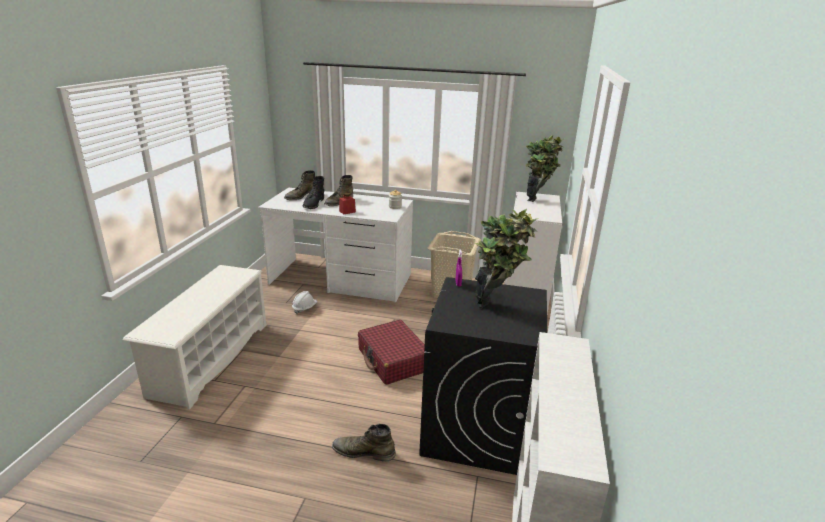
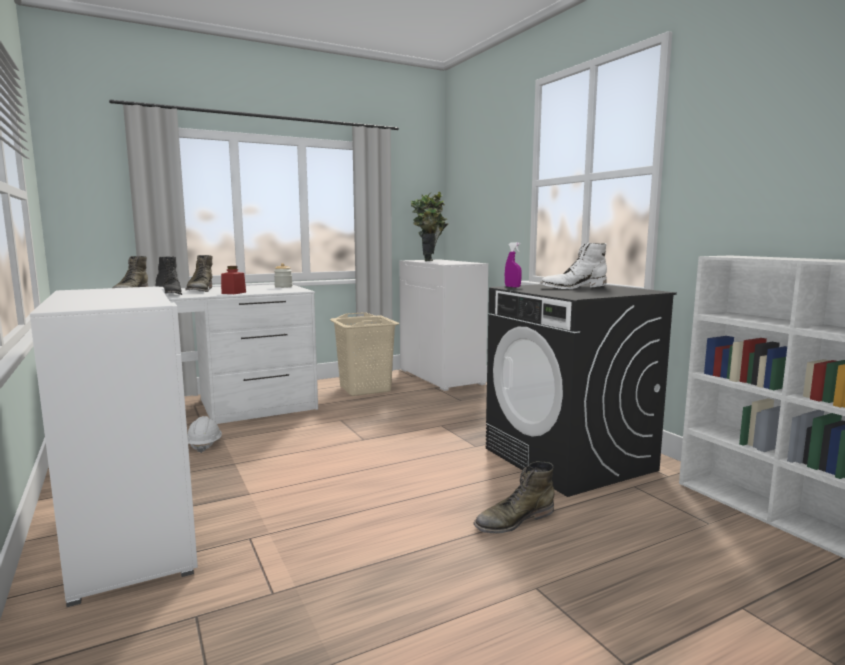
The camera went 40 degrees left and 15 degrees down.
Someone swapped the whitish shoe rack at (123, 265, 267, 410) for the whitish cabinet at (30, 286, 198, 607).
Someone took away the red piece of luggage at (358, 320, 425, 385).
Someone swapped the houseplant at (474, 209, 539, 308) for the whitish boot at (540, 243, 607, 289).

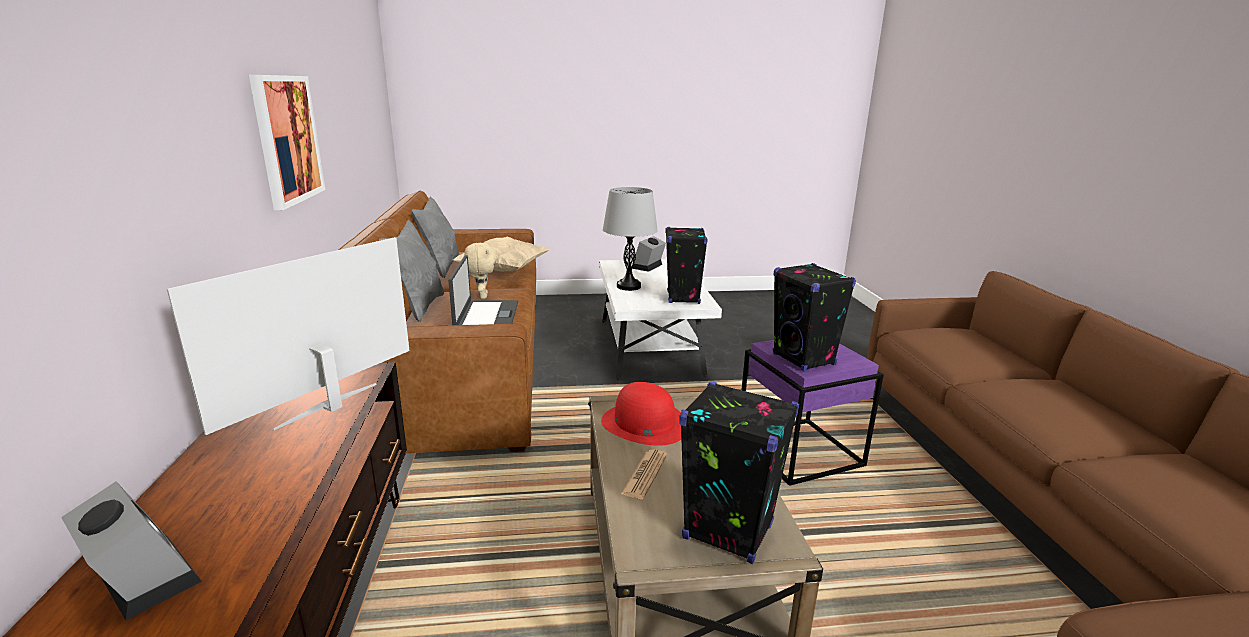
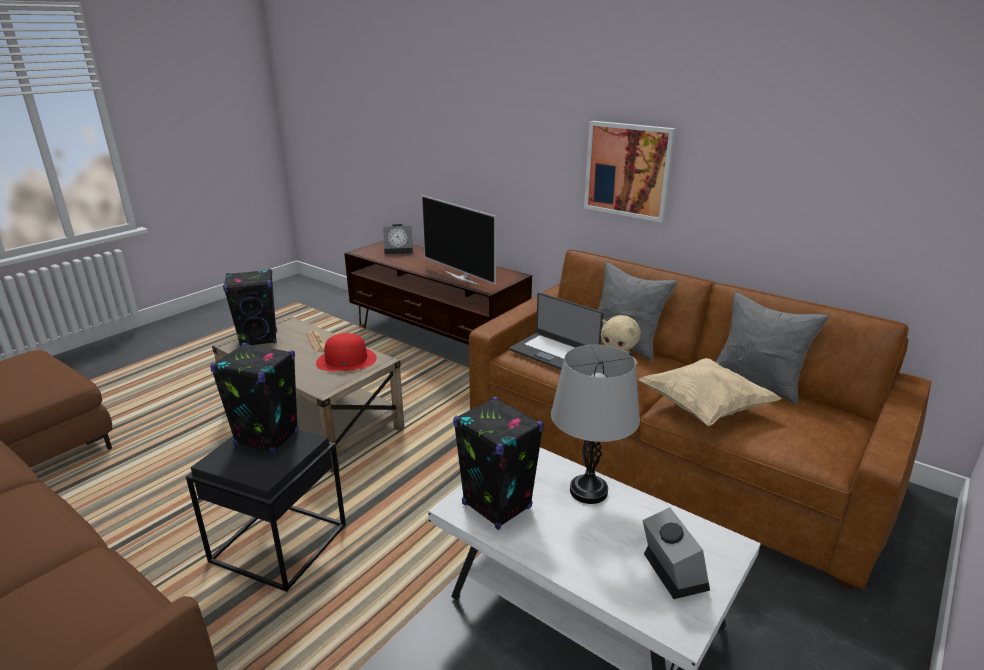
The camera went 135 degrees right and 5 degrees up.
Someone rotated the TV at (167, 237, 410, 435) by 150 degrees clockwise.
Someone repainted the purplish accent table at (742, 340, 884, 486), which became the black accent table at (186, 429, 346, 592).

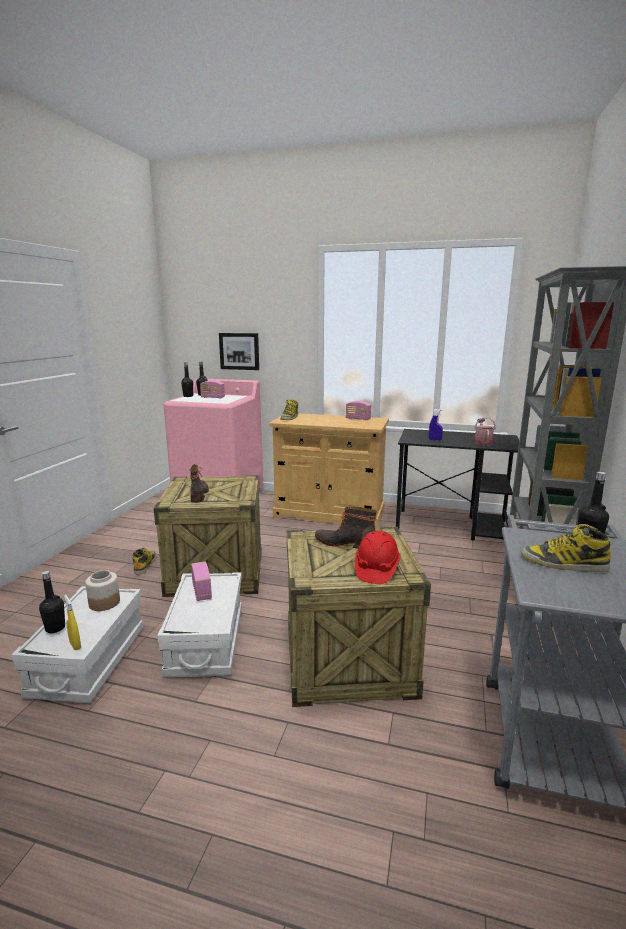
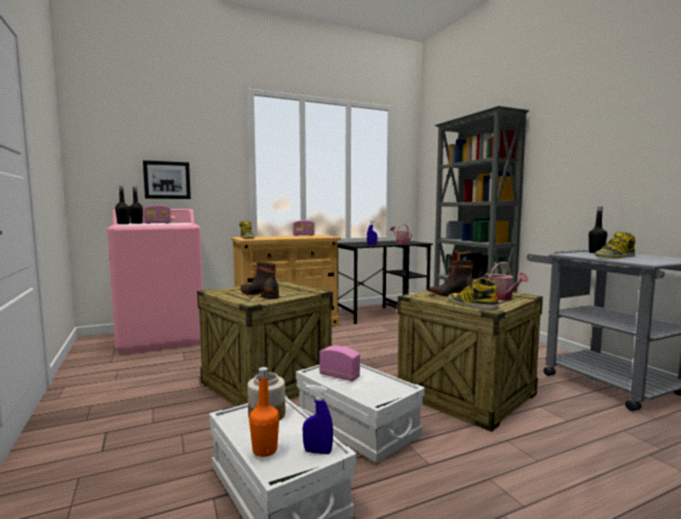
The camera went 40 degrees left and 10 degrees down.
Someone repainted the black bottle at (39, 571, 65, 633), which became the orangey bottle at (249, 367, 279, 457).
Someone repainted the yellow-coloured spray bottle at (64, 595, 81, 650), which became the blue-coloured spray bottle at (303, 385, 333, 454).
Someone carried the boot from (132, 548, 157, 575) to (448, 278, 499, 310).
Someone swapped the red work helmet at (355, 531, 401, 584) for the sprinkling can at (483, 263, 529, 300).

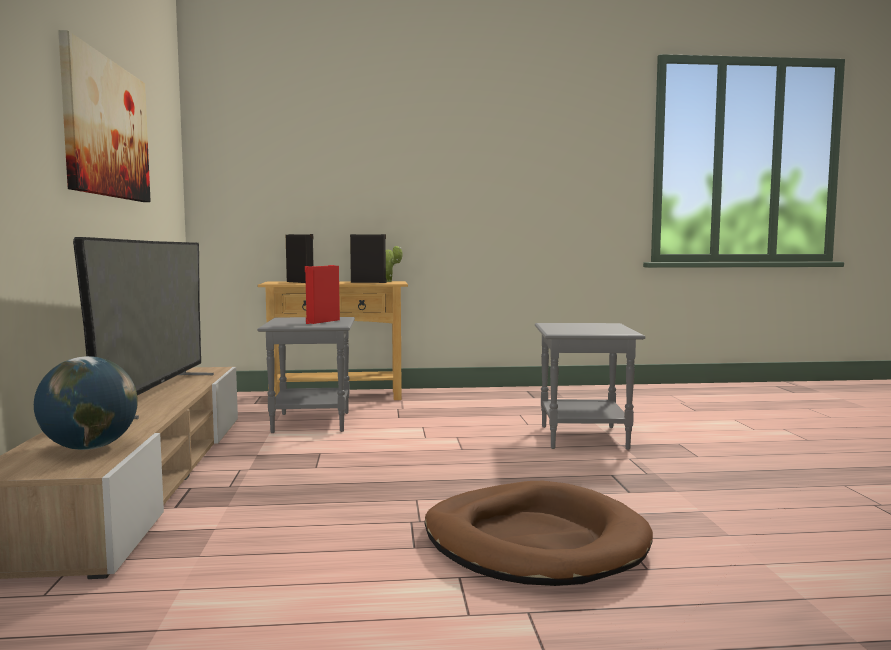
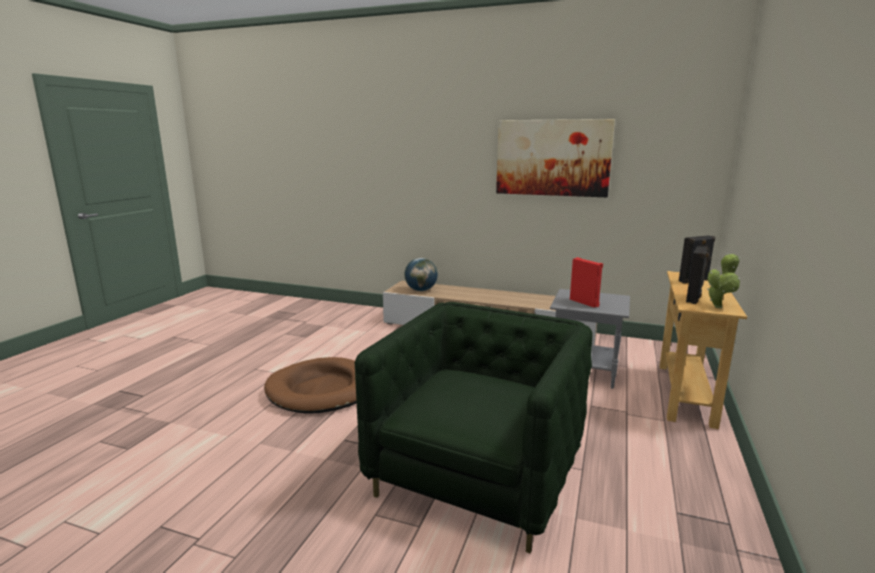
The camera went 115 degrees right and 10 degrees up.
Someone took away the TV at (73, 237, 214, 419).
Someone swapped the greyish accent table at (535, 323, 645, 450) for the greenish easy chair at (355, 302, 593, 554).

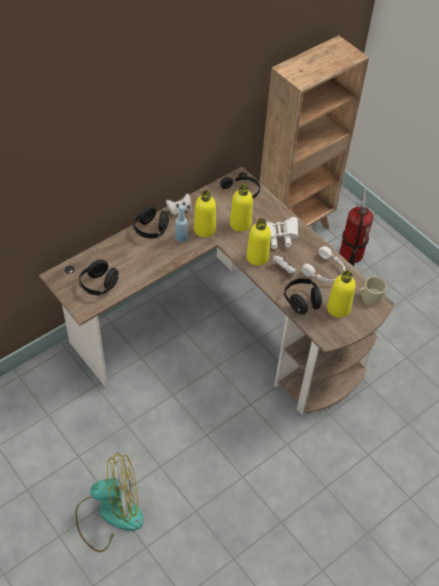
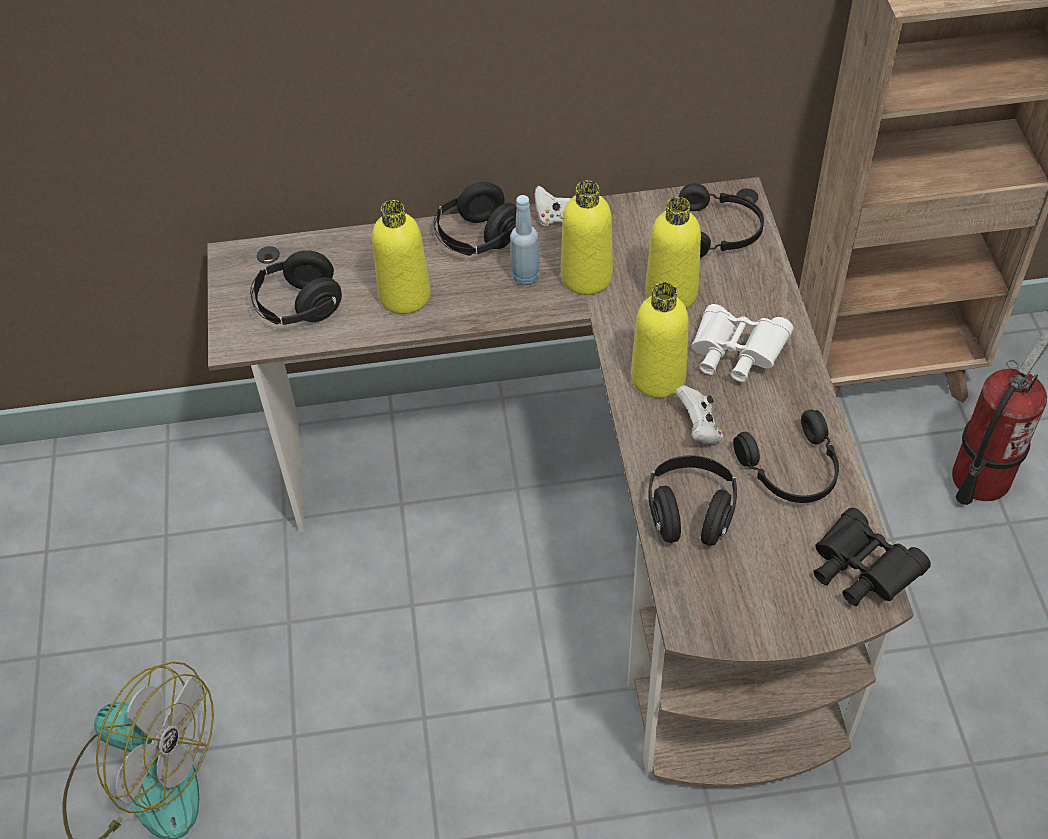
The camera went 35 degrees right and 0 degrees up.
Someone repainted the whitish pair of headphones at (302, 246, 345, 283), which became the black pair of headphones at (733, 410, 839, 503).
Someone carried the yellow-coloured bottle from (327, 270, 356, 318) to (372, 200, 431, 314).
Someone swapped the beige mug at (358, 277, 387, 305) for the black binoculars at (813, 508, 931, 606).

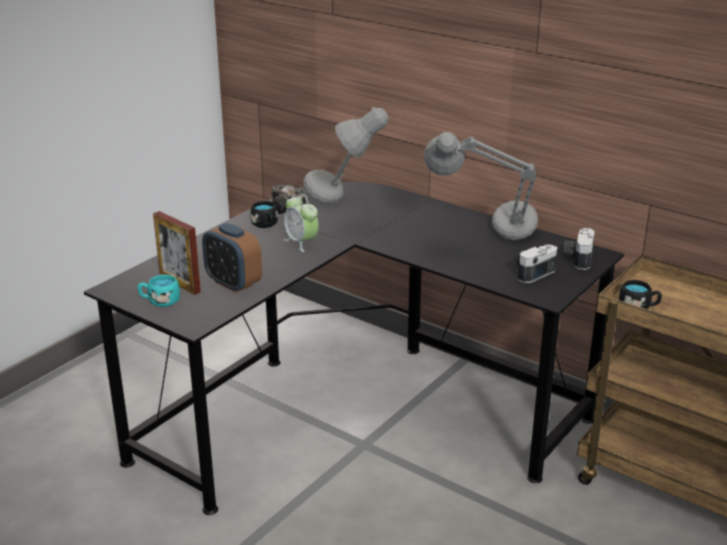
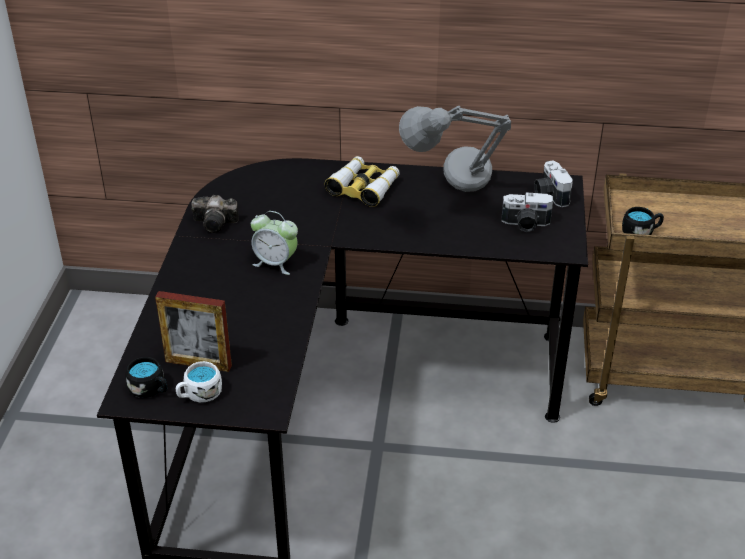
The camera went 30 degrees left and 10 degrees up.
Someone repainted the turquoise mug at (138, 275, 180, 307), which became the whitish mug at (176, 361, 222, 403).
Someone took away the table clock at (202, 223, 262, 293).
Someone carried the black mug from (250, 201, 278, 228) to (125, 357, 167, 398).
Someone took away the greyish table lamp at (303, 106, 389, 203).
Someone rotated the photo camera at (516, 245, 557, 283) by 105 degrees counterclockwise.
Someone put down the binoculars at (324, 156, 400, 207).

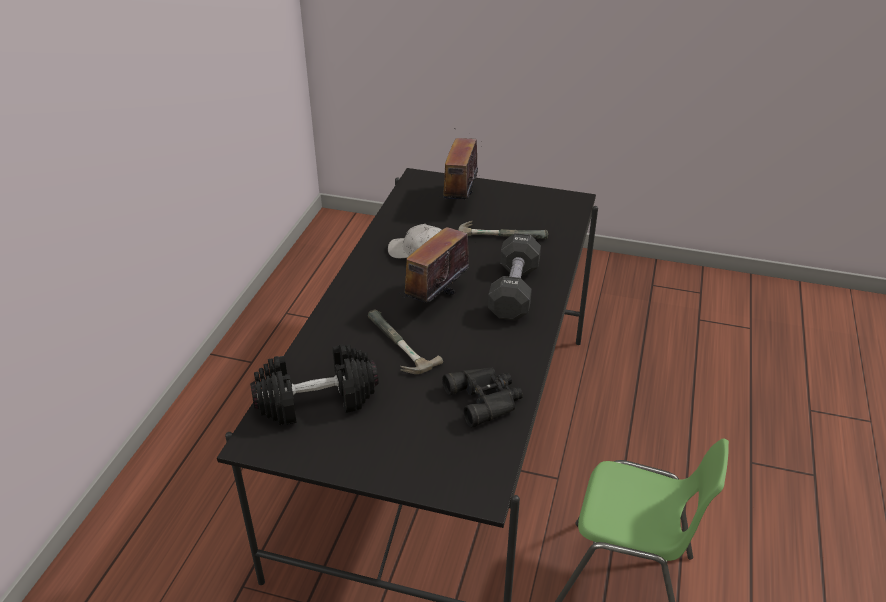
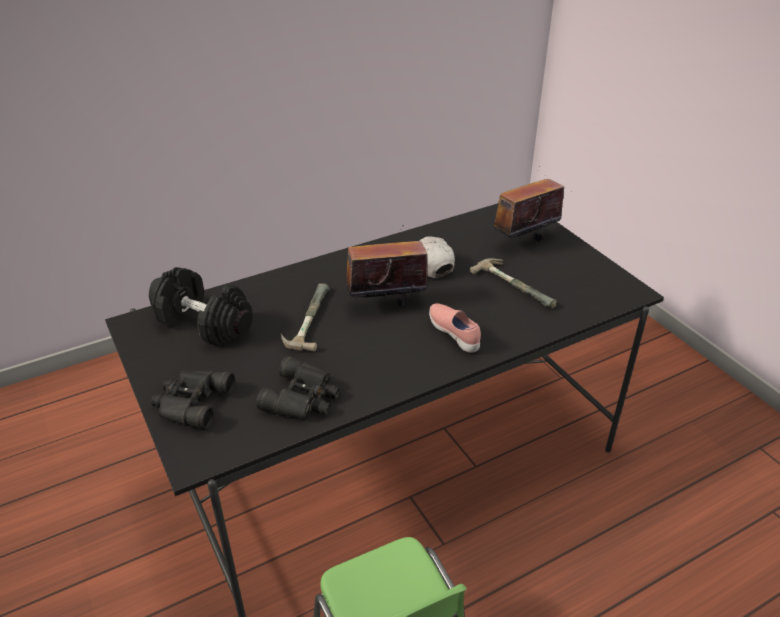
The camera went 45 degrees right and 0 degrees up.
Someone swapped the black free weight at (488, 233, 541, 321) for the pinkish item of footwear at (429, 303, 481, 353).
Someone put down the black binoculars at (151, 371, 235, 430).

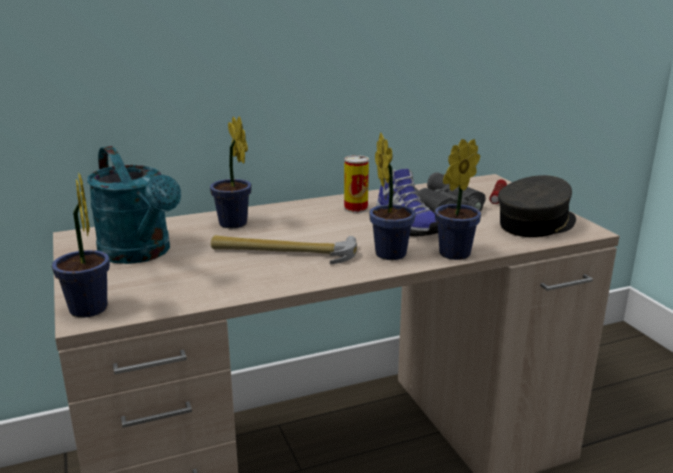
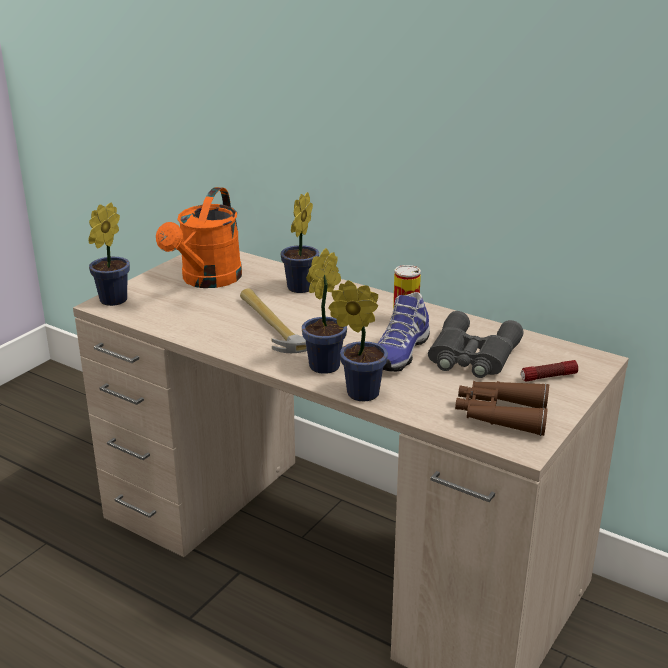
The camera went 55 degrees right and 5 degrees up.
Someone repainted the turquoise sprinkling can at (87, 146, 181, 264), which became the orangey sprinkling can at (156, 187, 242, 288).
Someone swapped the greyish baseball cap at (498, 175, 576, 237) for the brownish binoculars at (455, 381, 549, 436).

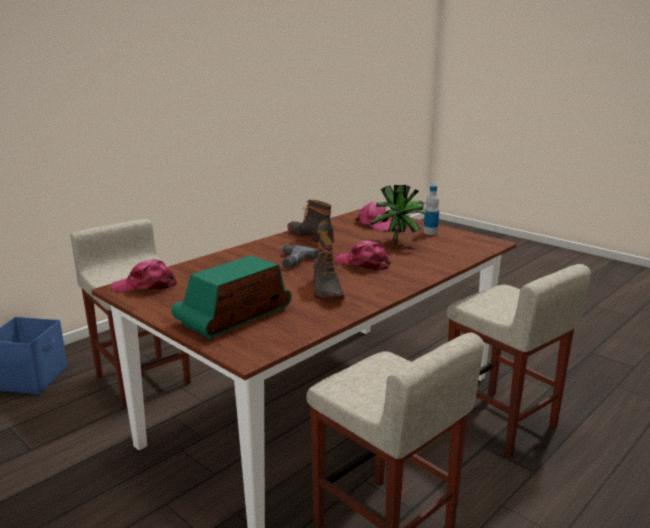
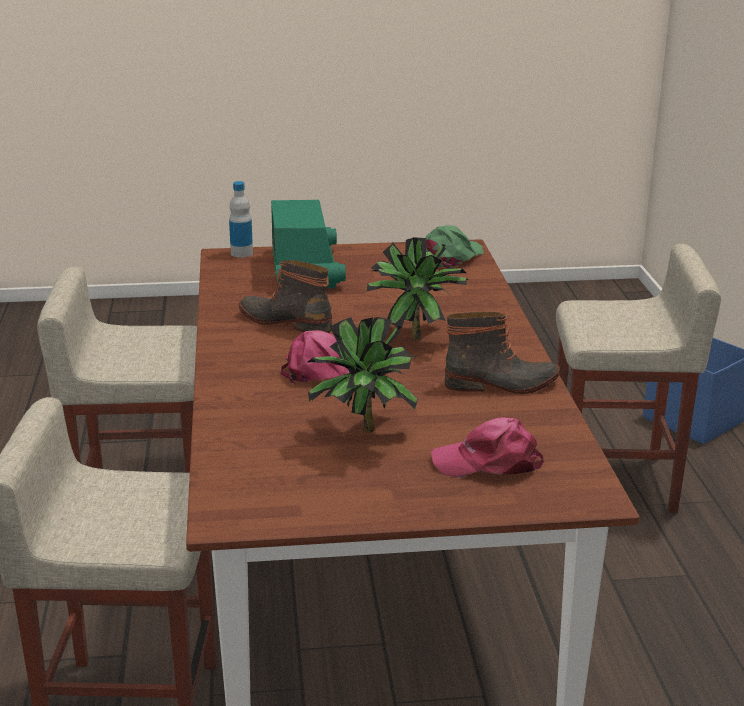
The camera went 130 degrees right and 5 degrees up.
Someone repainted the pinkish baseball cap at (111, 259, 177, 293), which became the greenish baseball cap at (425, 225, 484, 268).
Someone swapped the drill at (281, 245, 319, 269) for the houseplant at (366, 237, 468, 341).
Someone carried the bottle from (423, 185, 439, 235) to (229, 181, 253, 258).

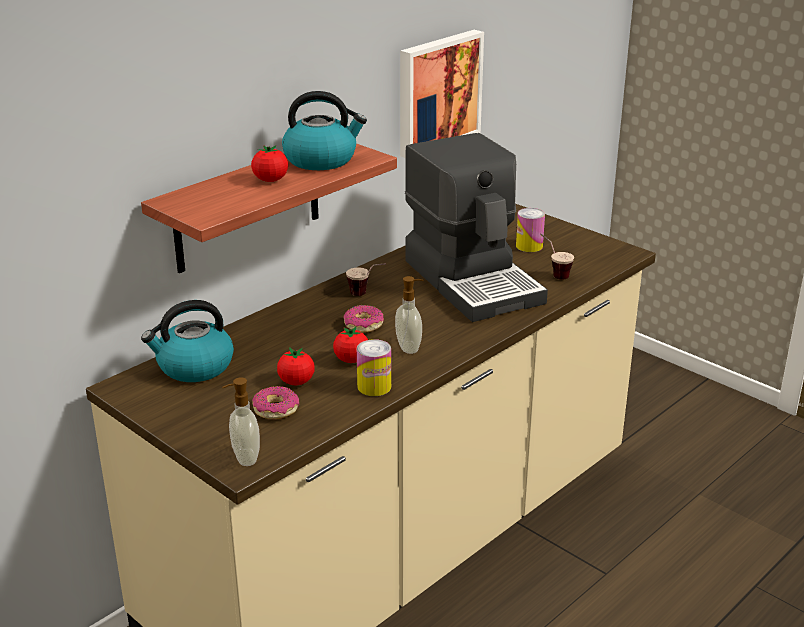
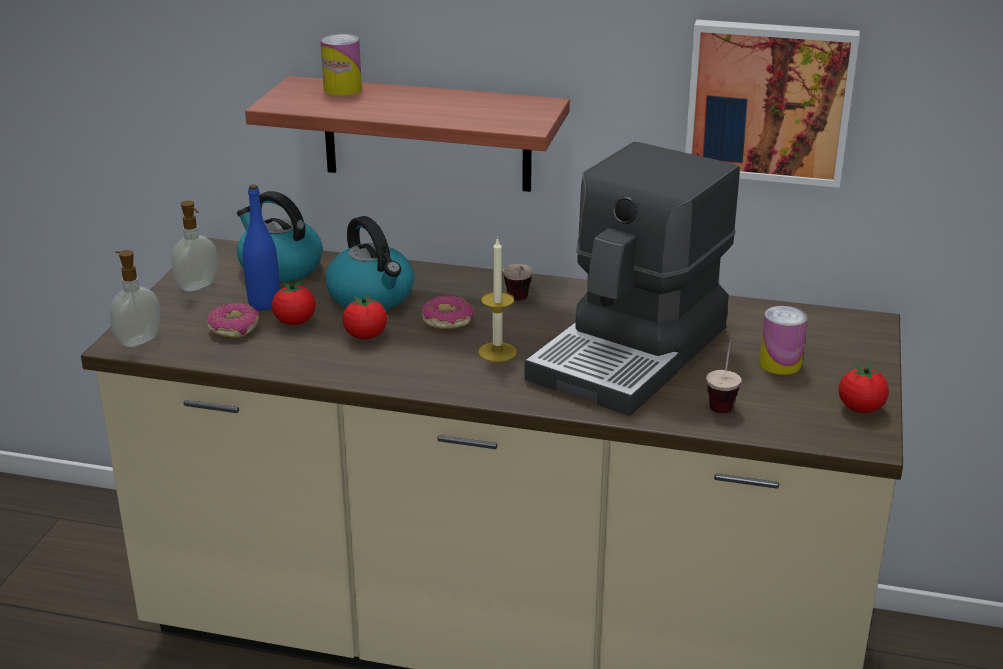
The camera went 60 degrees right and 0 degrees up.
Someone carried the tomato from (251, 145, 288, 182) to (839, 363, 889, 413).
Someone carried the tea kettle from (282, 91, 367, 170) to (325, 216, 414, 310).
Someone carried the can from (357, 339, 391, 396) to (320, 34, 362, 96).
Someone carried the soap dispenser from (395, 276, 424, 354) to (171, 201, 217, 292).
Someone put down the blue-coloured bottle at (243, 184, 280, 310).
Someone put down the wax light at (478, 237, 517, 362).

